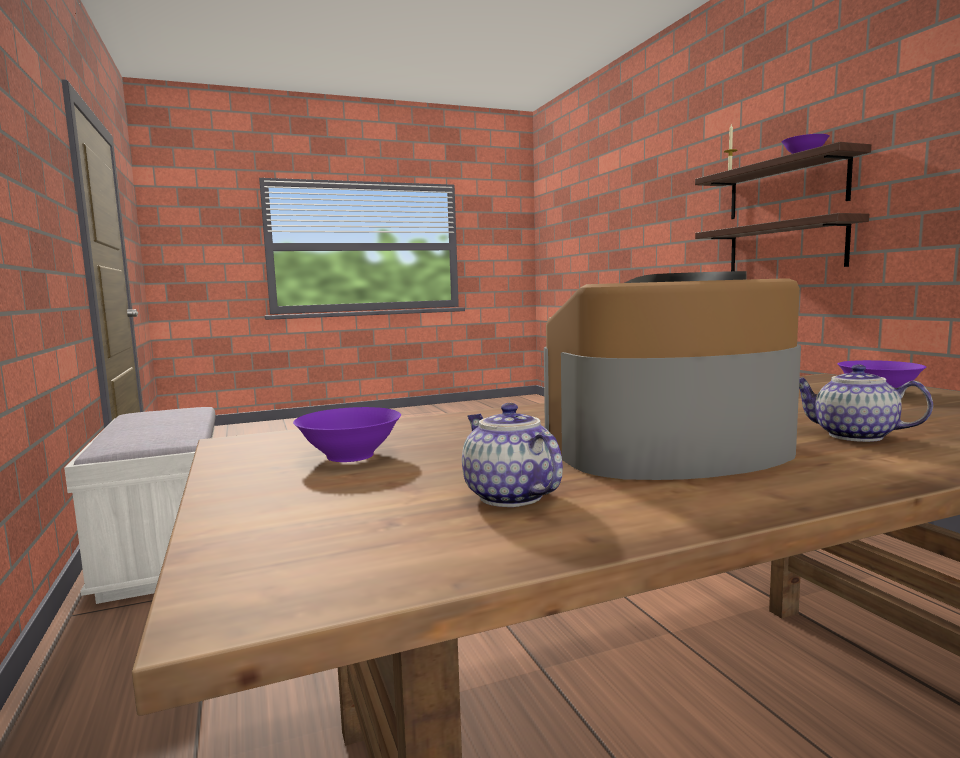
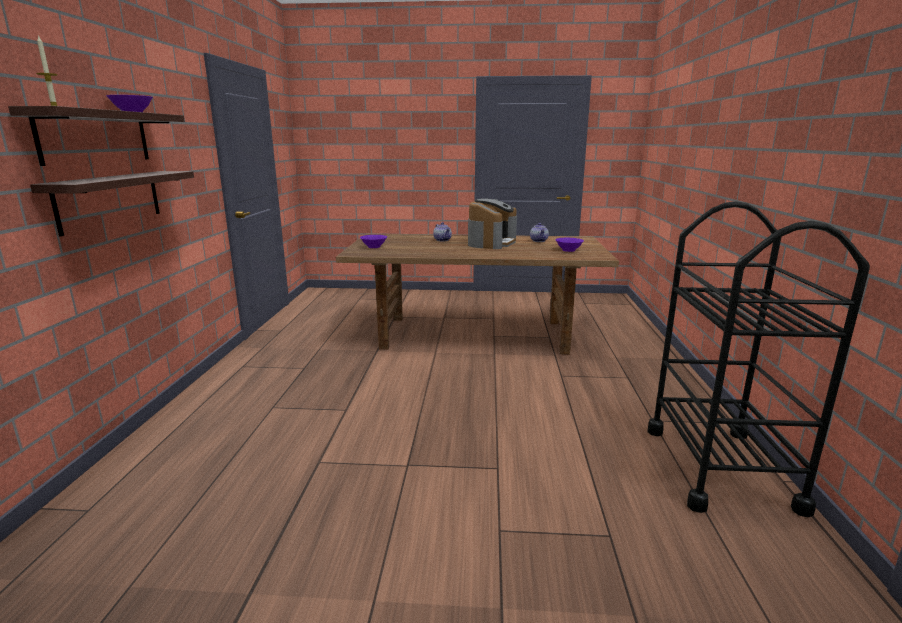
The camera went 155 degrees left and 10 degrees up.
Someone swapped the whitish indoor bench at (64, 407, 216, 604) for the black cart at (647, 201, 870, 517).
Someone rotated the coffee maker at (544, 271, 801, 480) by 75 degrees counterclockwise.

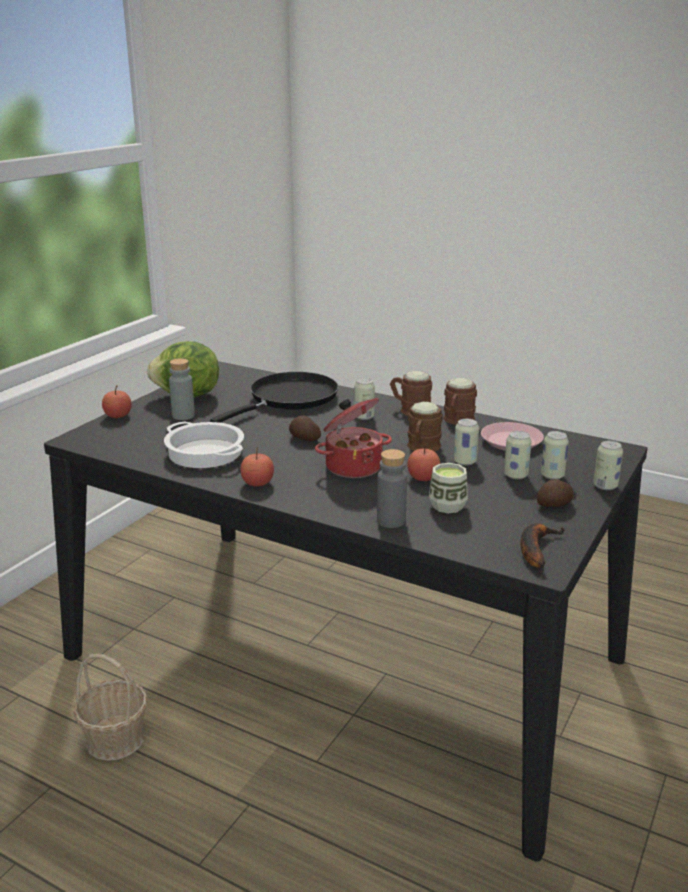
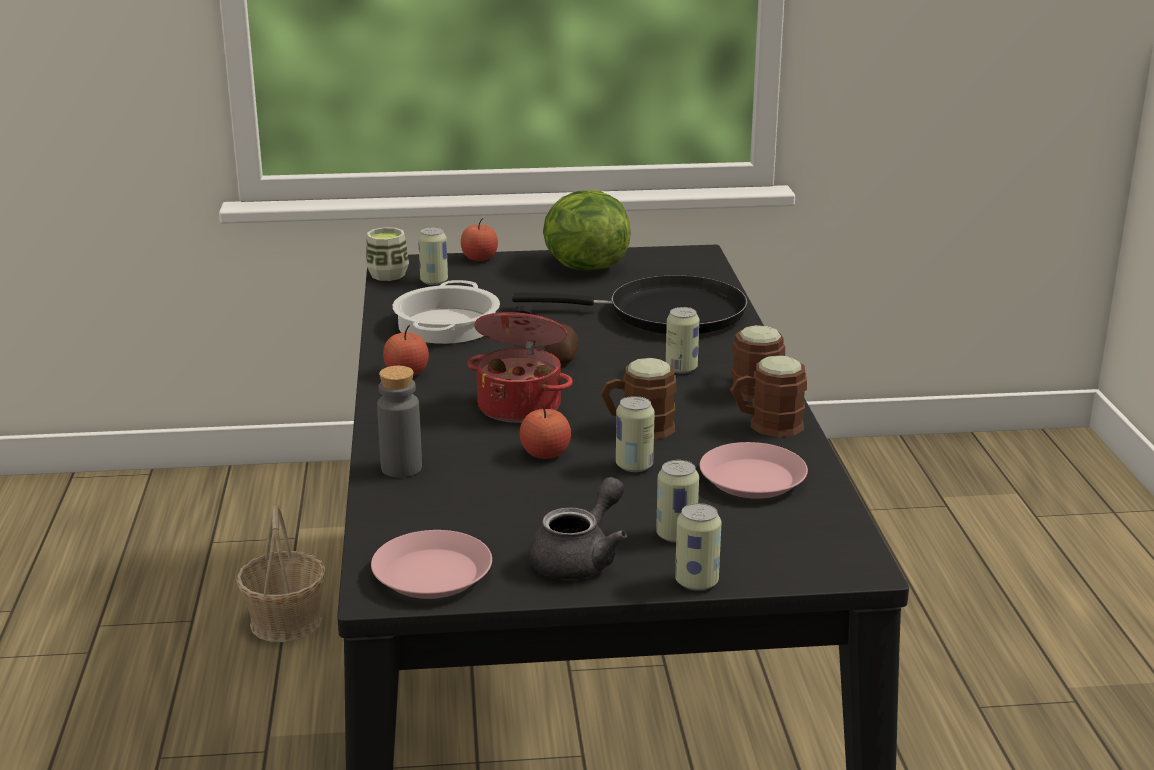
The camera went 55 degrees right and 0 degrees up.
Someone took away the greyish bottle at (169, 358, 195, 420).
Someone carried the drinking cup from (429, 463, 468, 513) to (366, 227, 409, 281).
Someone carried the can from (504, 431, 532, 479) to (418, 227, 448, 285).
Someone swapped the banana at (520, 523, 564, 568) for the pinkish plate at (371, 530, 492, 599).
Someone swapped the potato at (537, 479, 574, 507) for the greyish teapot at (529, 477, 627, 580).

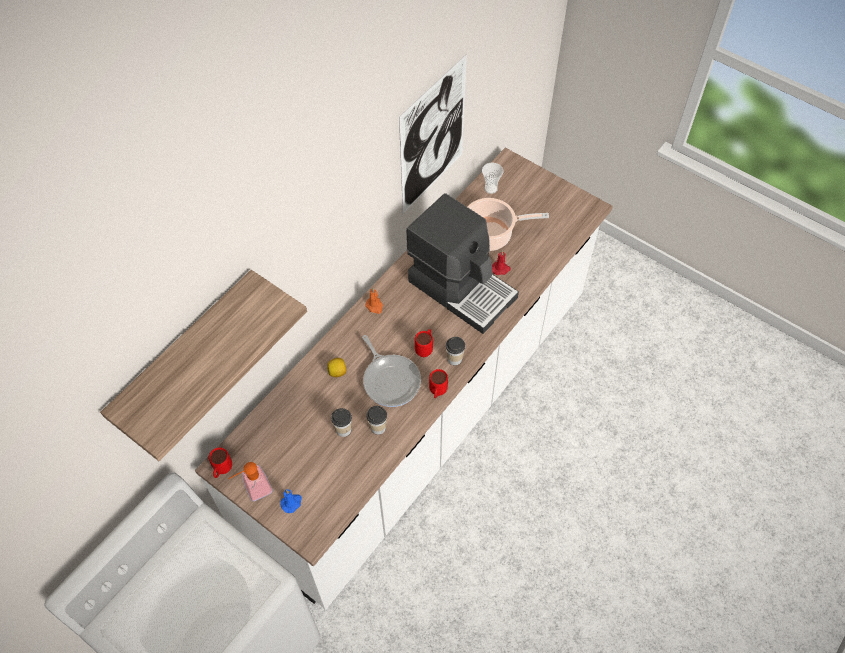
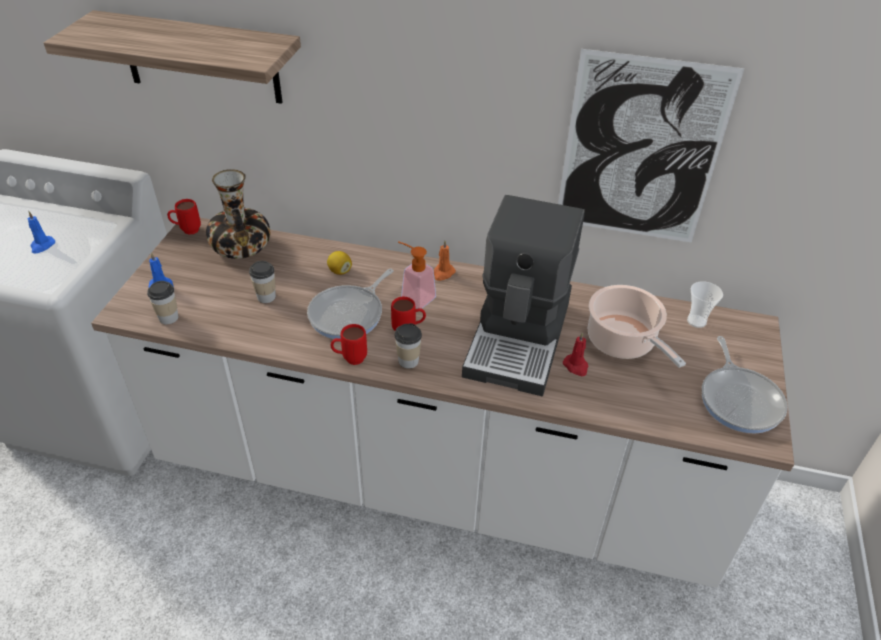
The camera went 65 degrees right and 15 degrees down.
Someone carried the soap dispenser from (229, 462, 272, 501) to (398, 241, 436, 309).
Someone carried the drinking cup from (367, 406, 387, 435) to (147, 281, 178, 324).
Someone put down the blue-coloured wax light at (27, 211, 55, 253).
Someone put down the flower vase at (206, 169, 270, 259).
Someone put down the frying pan at (702, 336, 788, 434).

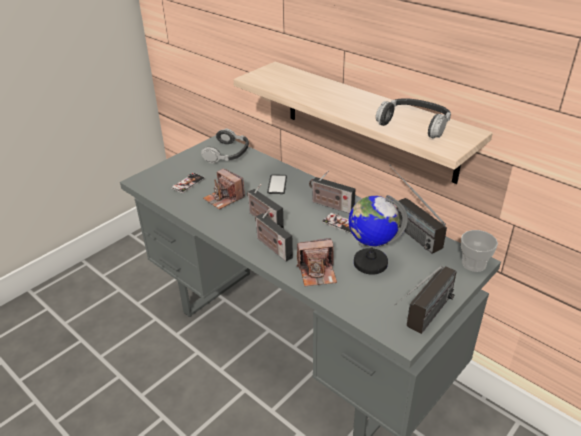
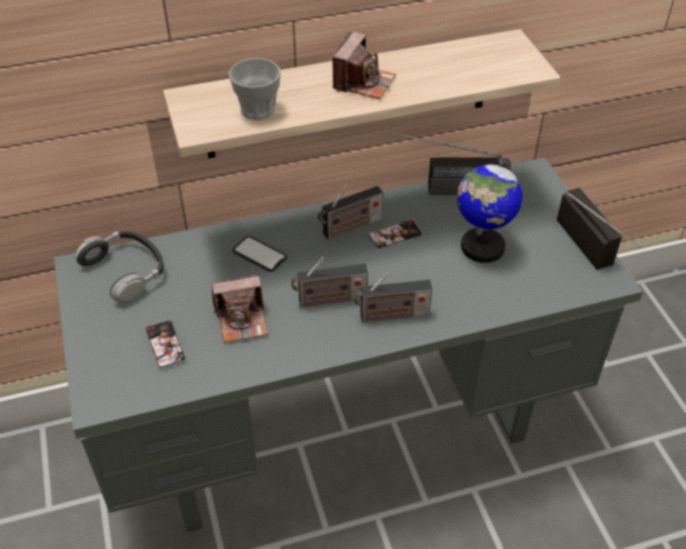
The camera went 60 degrees left and 10 degrees up.
Someone carried the photo camera from (297, 238, 337, 286) to (332, 32, 396, 99).
Someone took away the pair of headphones at (376, 98, 451, 138).
Someone carried the drinking cup from (461, 230, 498, 272) to (229, 58, 281, 120).

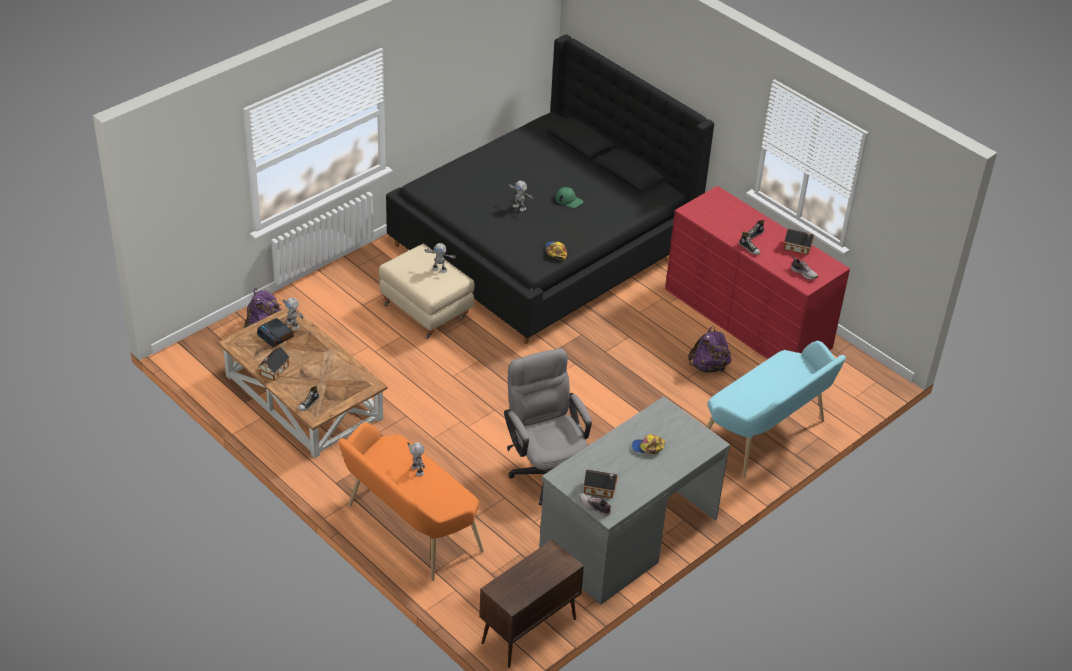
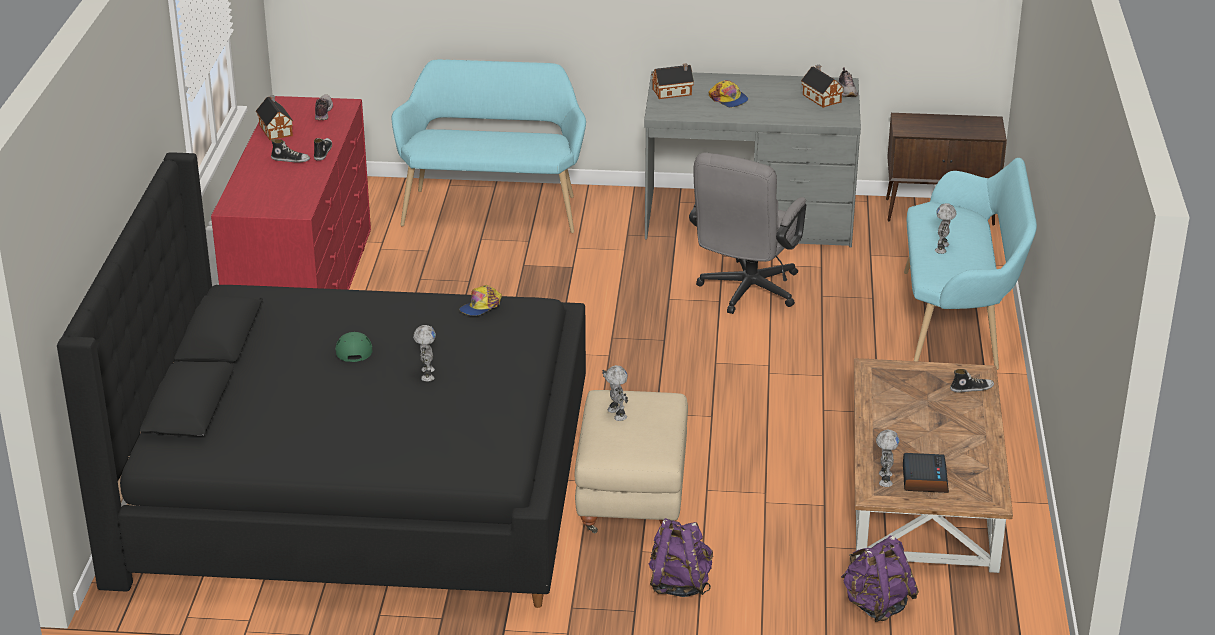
The camera went 130 degrees left and 10 degrees down.
Someone carried the model house from (258, 347, 290, 381) to (652, 63, 694, 99).
Someone repainted the orangey indoor bench at (338, 422, 484, 581), which became the turquoise indoor bench at (904, 158, 1037, 370).
Someone carried the purplish knapsack from (688, 326, 732, 373) to (649, 518, 713, 597).

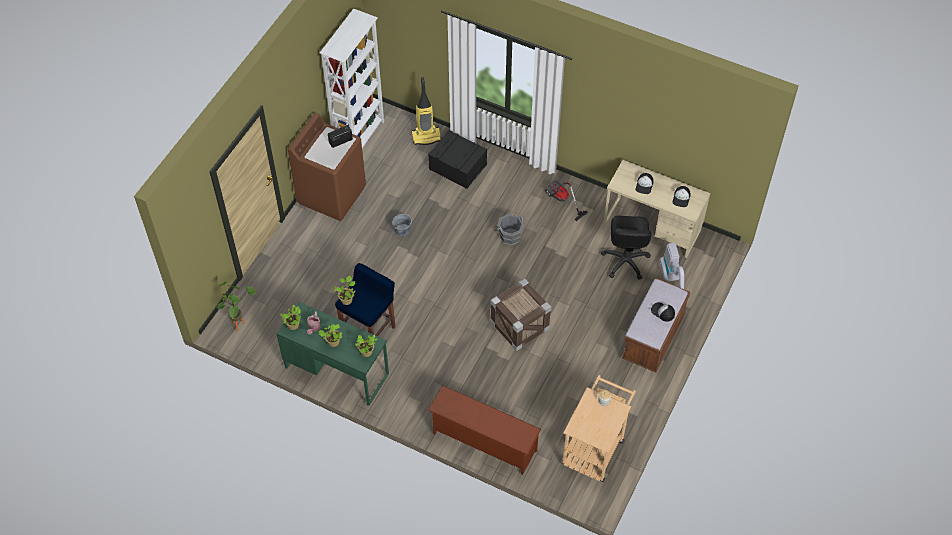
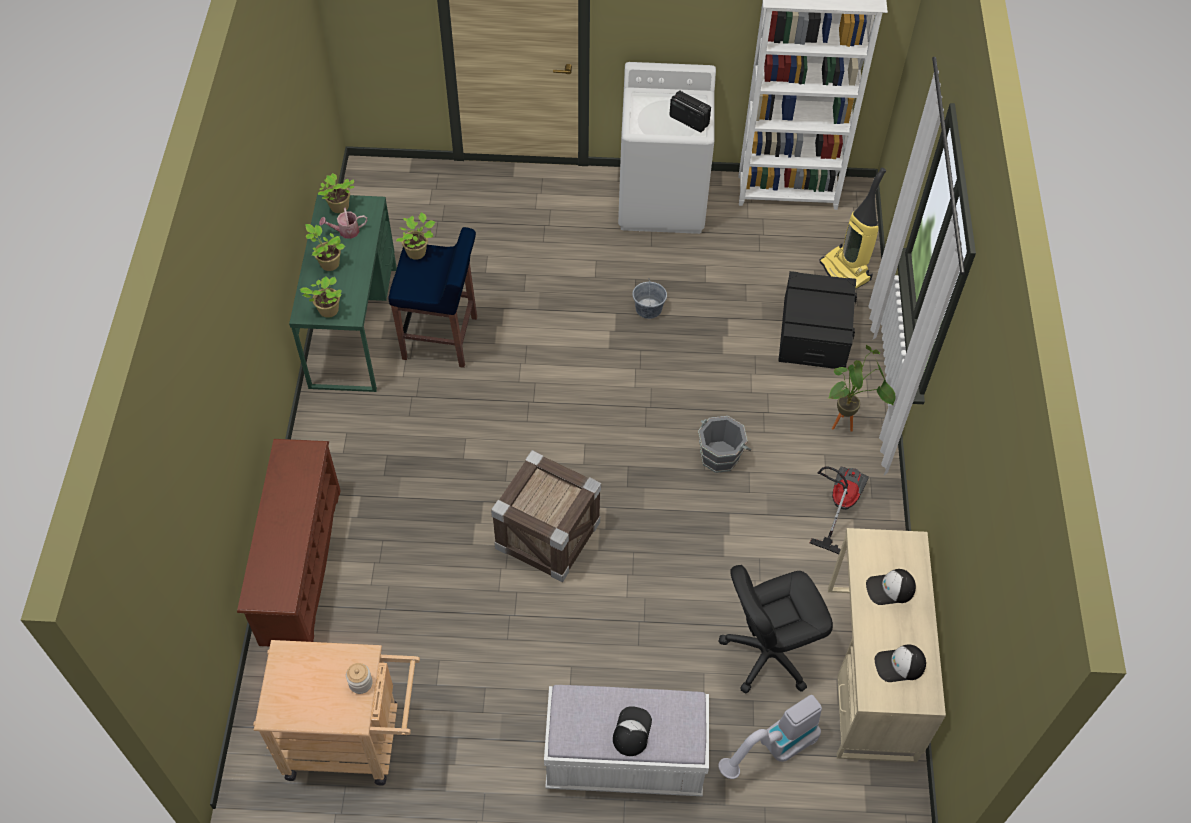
The camera went 65 degrees right and 0 degrees up.
Someone carried the houseplant from (217, 281, 256, 332) to (828, 345, 896, 432).
Someone repainted the brownish laundry machine at (288, 113, 366, 221), which became the whitish laundry machine at (618, 62, 716, 234).
Someone repainted the brownish indoor bench at (622, 278, 690, 373), which became the whitish indoor bench at (544, 685, 709, 796).

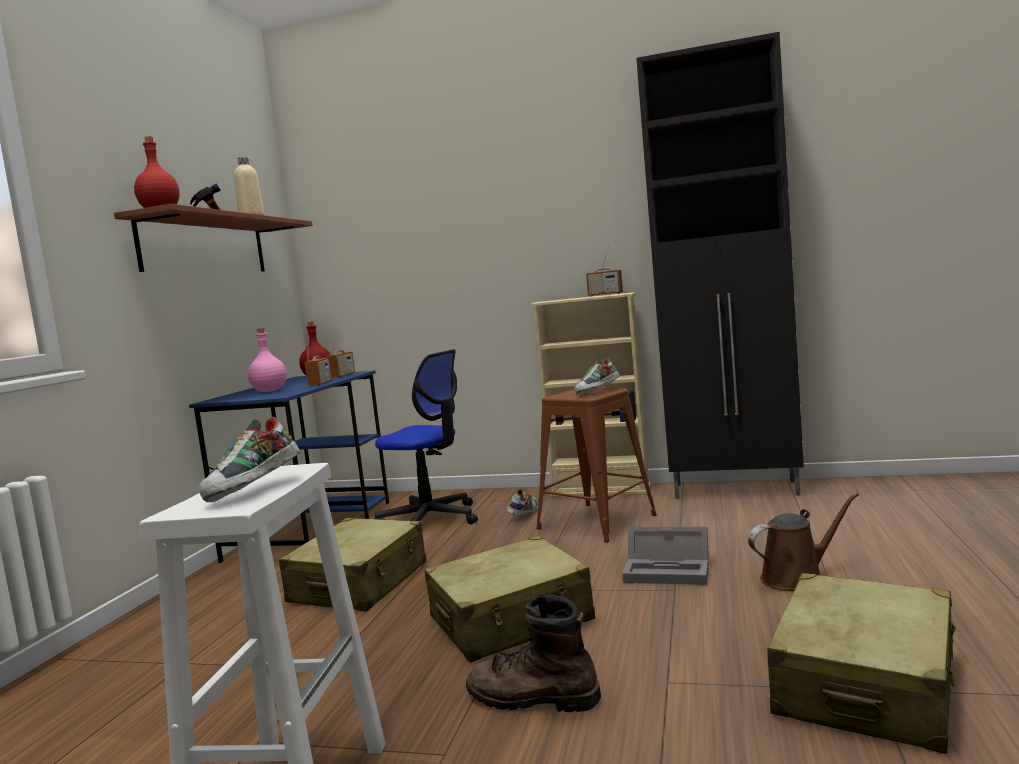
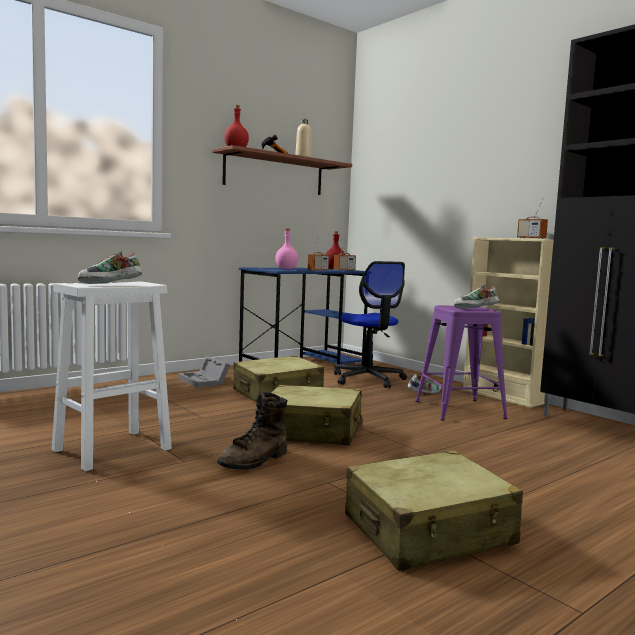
The camera went 35 degrees right and 0 degrees up.
Someone rotated the brownish boot at (466, 594, 601, 712) by 105 degrees counterclockwise.
Someone repainted the brownish stool seat at (536, 388, 657, 542), which became the purplish stool seat at (416, 305, 507, 421).
Someone carried the greyish storage container from (622, 527, 709, 585) to (179, 355, 230, 388).
Someone took away the brownish sprinkling can at (748, 493, 859, 591).

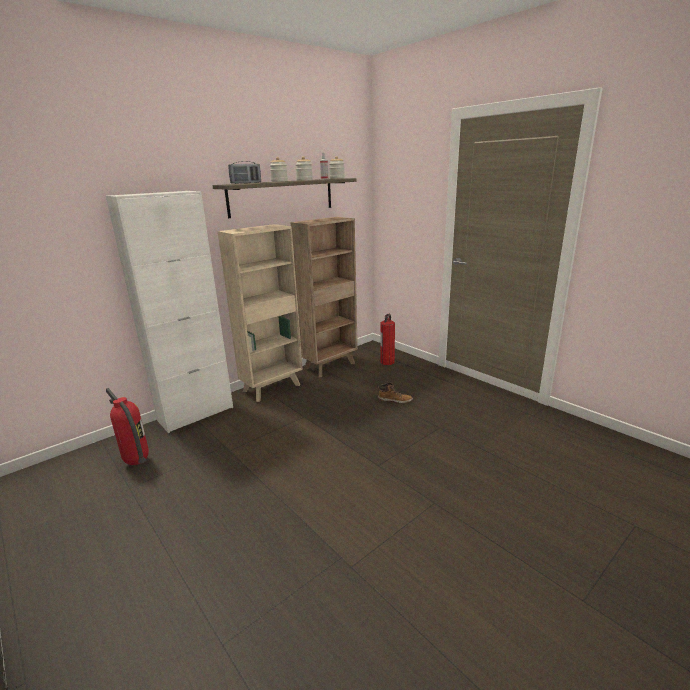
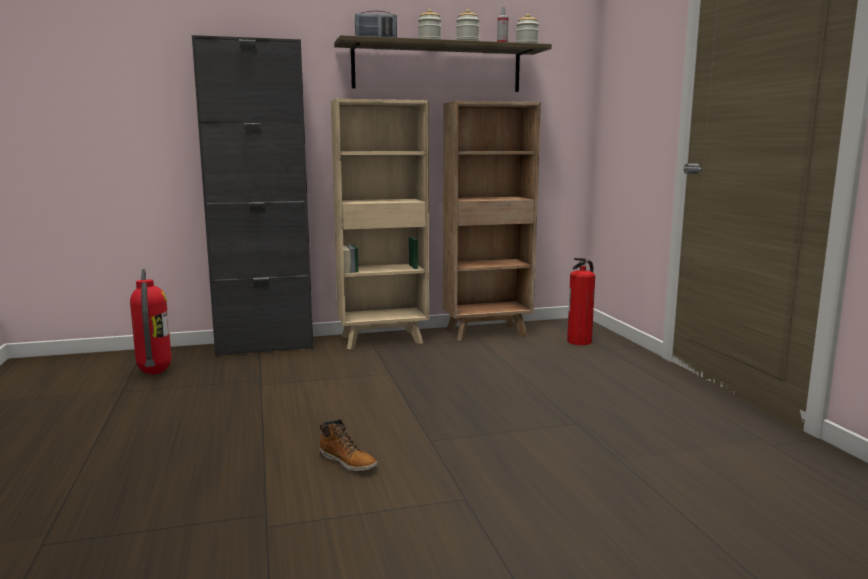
The camera went 25 degrees right and 10 degrees down.
Someone repainted the whitish cabinet at (106, 191, 233, 433), which became the black cabinet at (192, 35, 313, 357).
Someone carried the boot from (378, 383, 413, 403) to (319, 419, 378, 472).

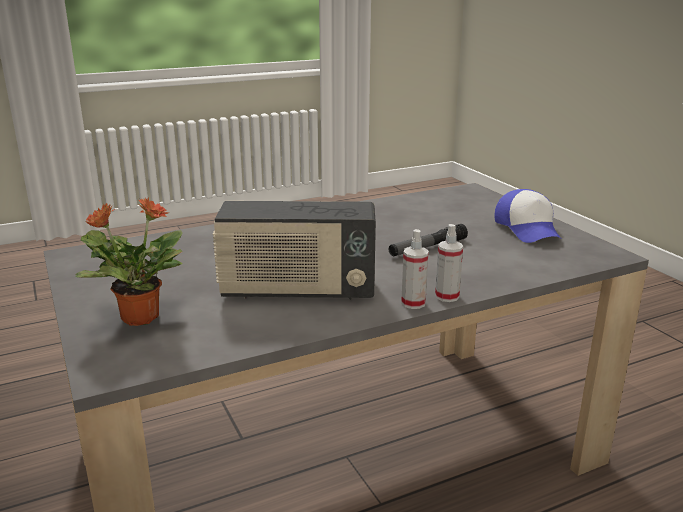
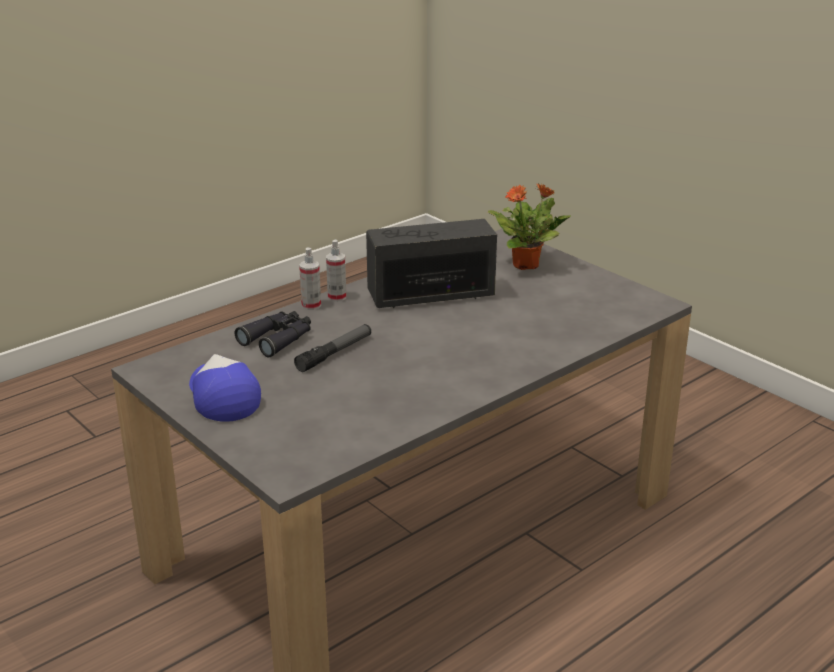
The camera went 165 degrees right and 5 degrees up.
Someone put down the black binoculars at (235, 311, 311, 357).

